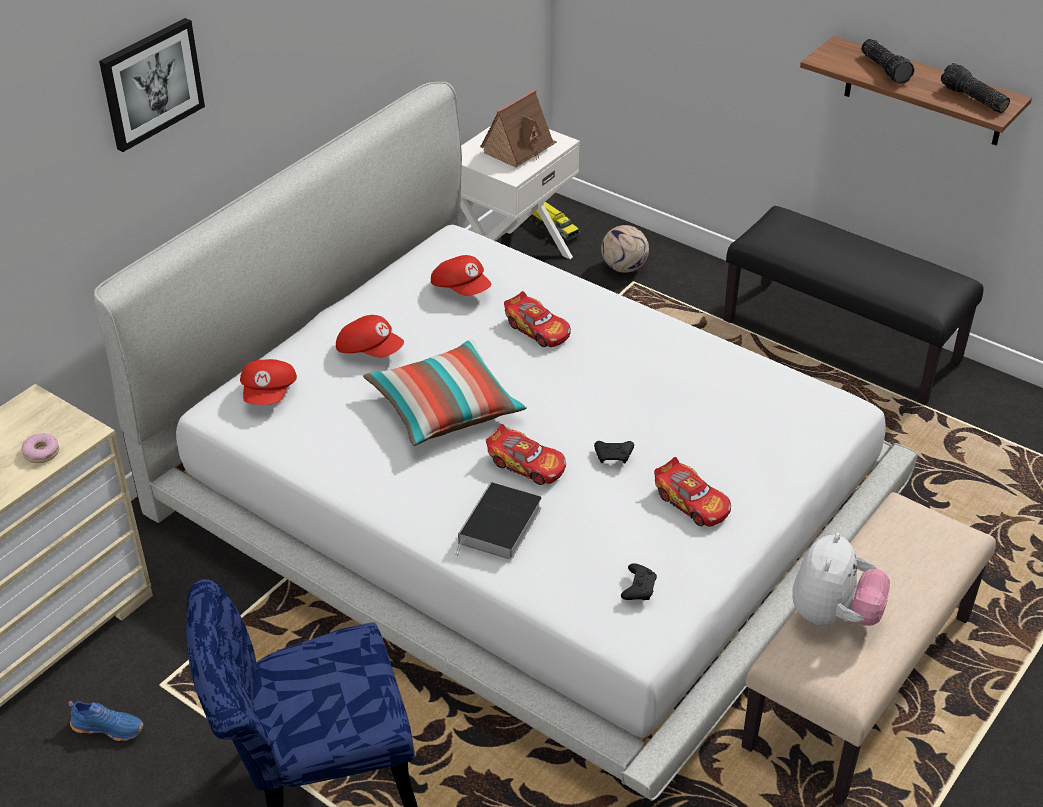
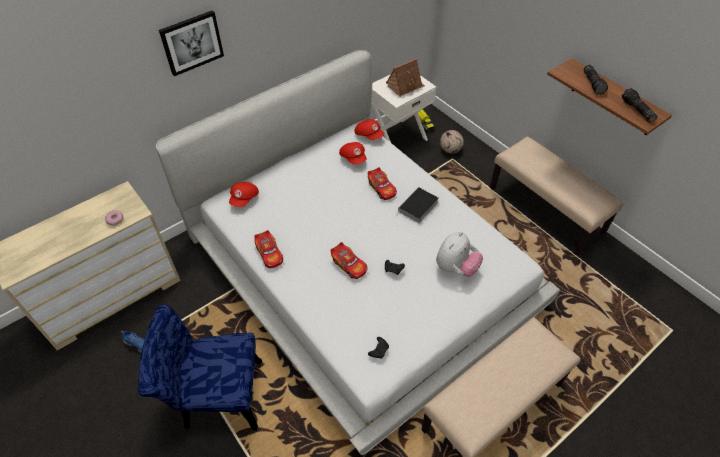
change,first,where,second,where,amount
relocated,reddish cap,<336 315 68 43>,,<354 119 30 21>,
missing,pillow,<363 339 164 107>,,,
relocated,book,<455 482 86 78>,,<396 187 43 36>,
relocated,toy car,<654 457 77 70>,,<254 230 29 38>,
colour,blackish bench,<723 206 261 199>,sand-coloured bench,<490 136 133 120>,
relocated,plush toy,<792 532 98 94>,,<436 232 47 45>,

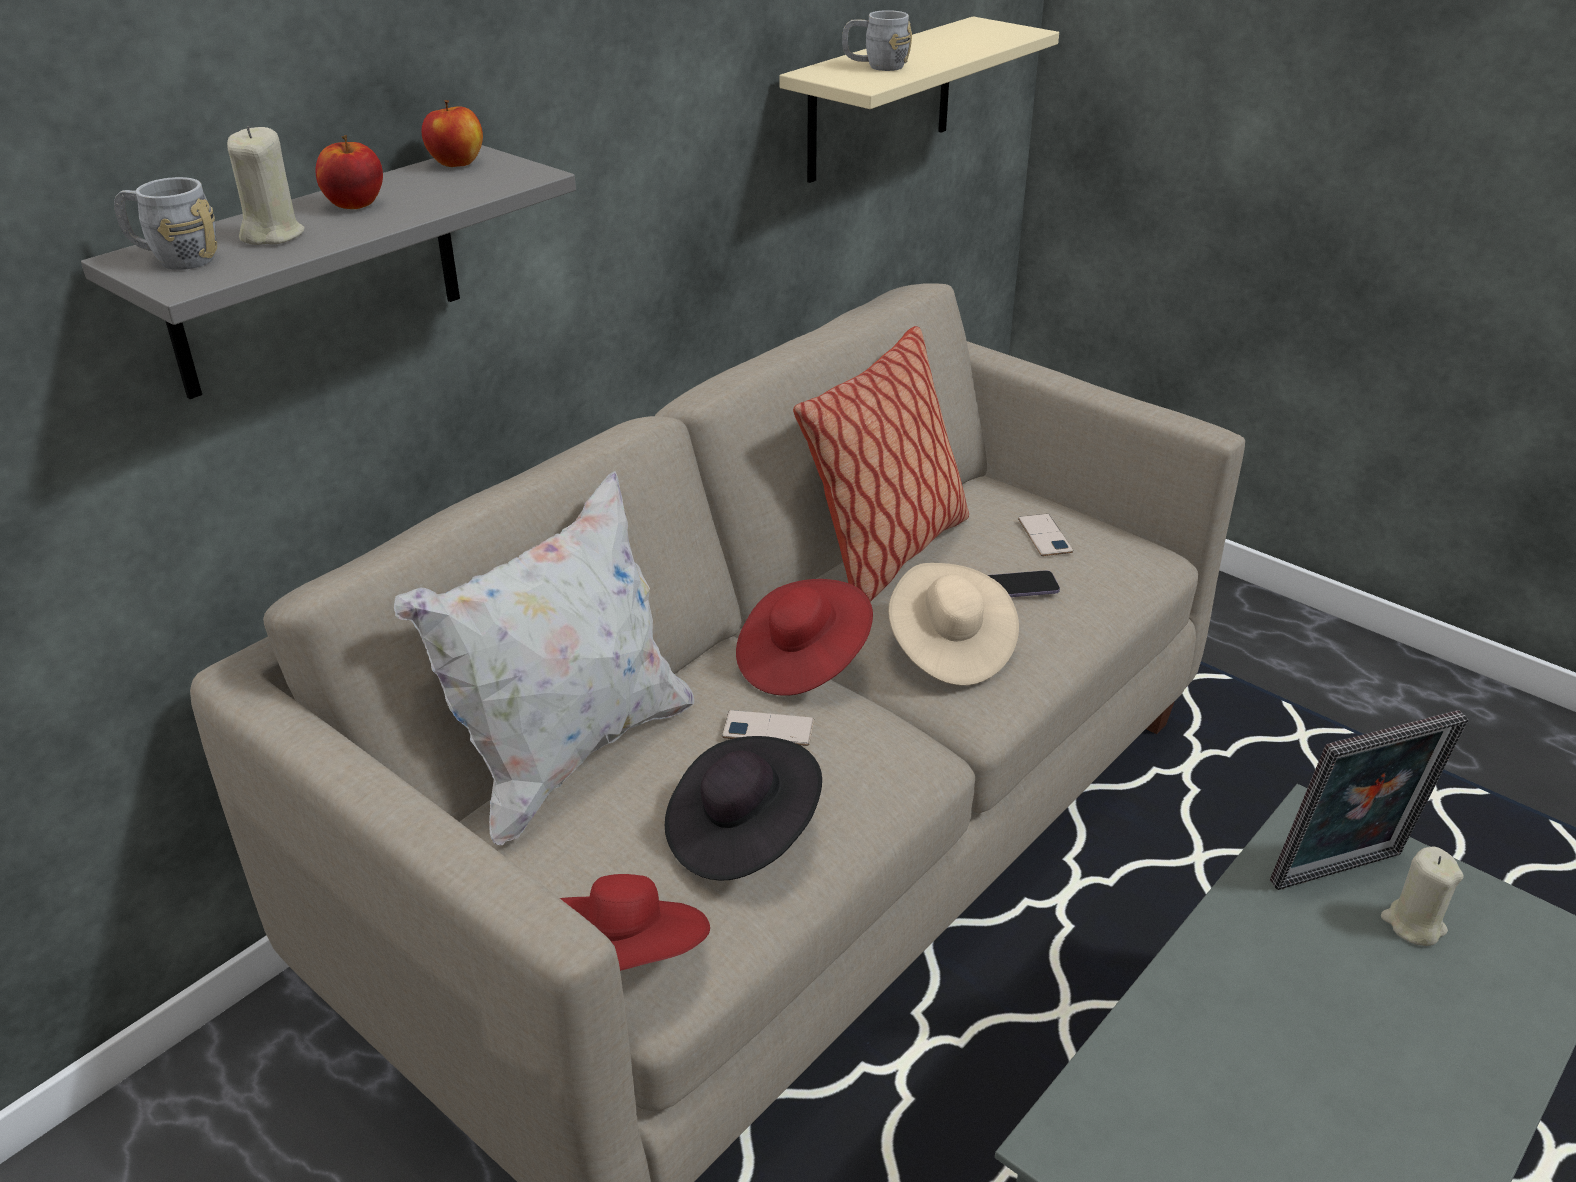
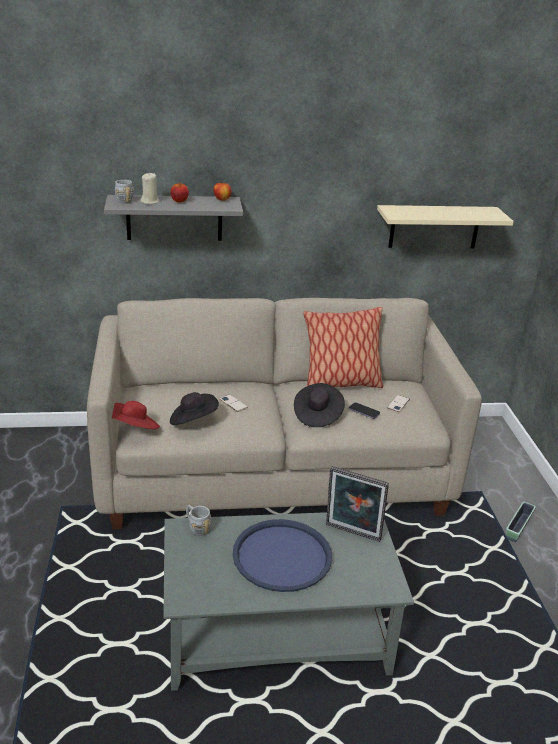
change,first,where,second,where,amount
missing,white pillow,<394 471 300 374>,,,
missing,reddish hat,<736 579 137 117>,,,
relocated,grey tea mug,<842 10 70 61>,,<186 505 25 31>,
colour,sand-coloured hat,<888 563 131 123>,blackish hat,<294 383 51 44>,
missing,sand-coloured candle,<1381 847 83 99>,,,
appeared,,,blue carrying tray,<233 519 99 73>,
appeared,,,flower pot,<506 501 30 41>,

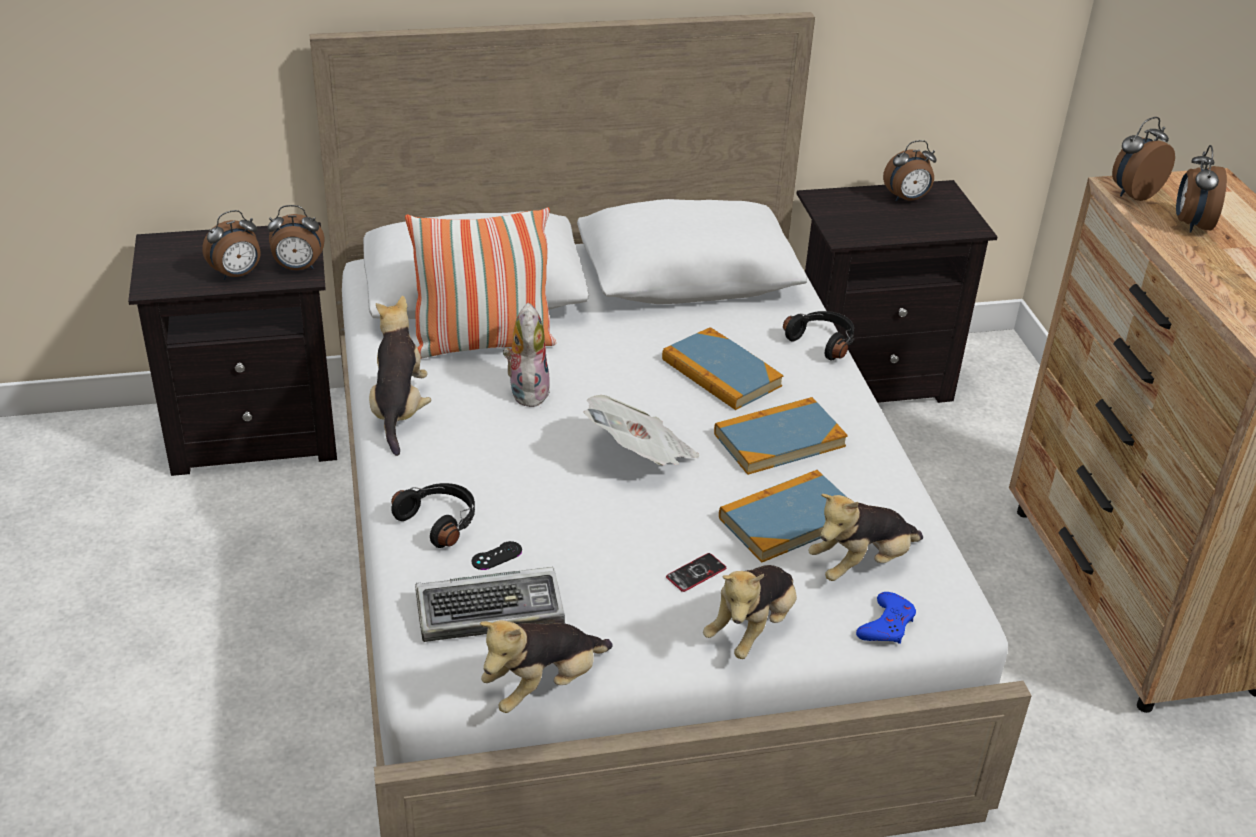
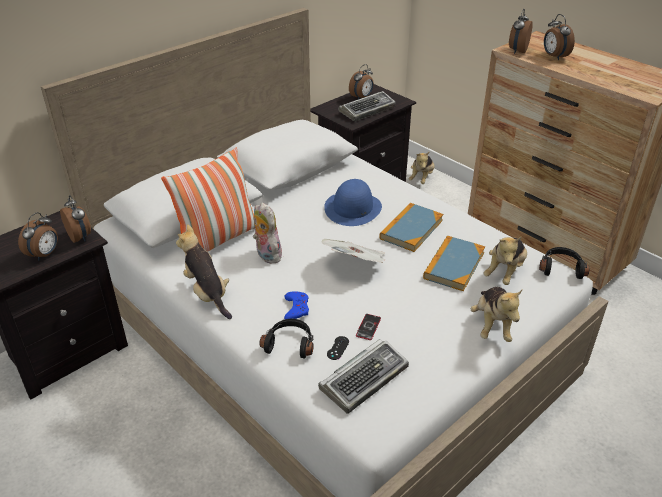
change,first,where,second,where,amount
spun,bedside clock,<268 205 57 65>,,<60 195 31 48>,90 degrees counterclockwise
relocated,plush toy,<480 620 133 93>,,<409 151 26 33>,
exchanged,book,<662 327 122 83>,blue hat,<324 179 58 47>,
relocated,telephone,<666 553 60 39>,,<356 314 25 26>,
relocated,blackish headset,<783 311 71 50>,,<539 247 50 32>,
relocated,blue joypad,<856 592 60 52>,,<284 291 25 28>,
appeared,,,computer keyboard,<339 91 57 30>,

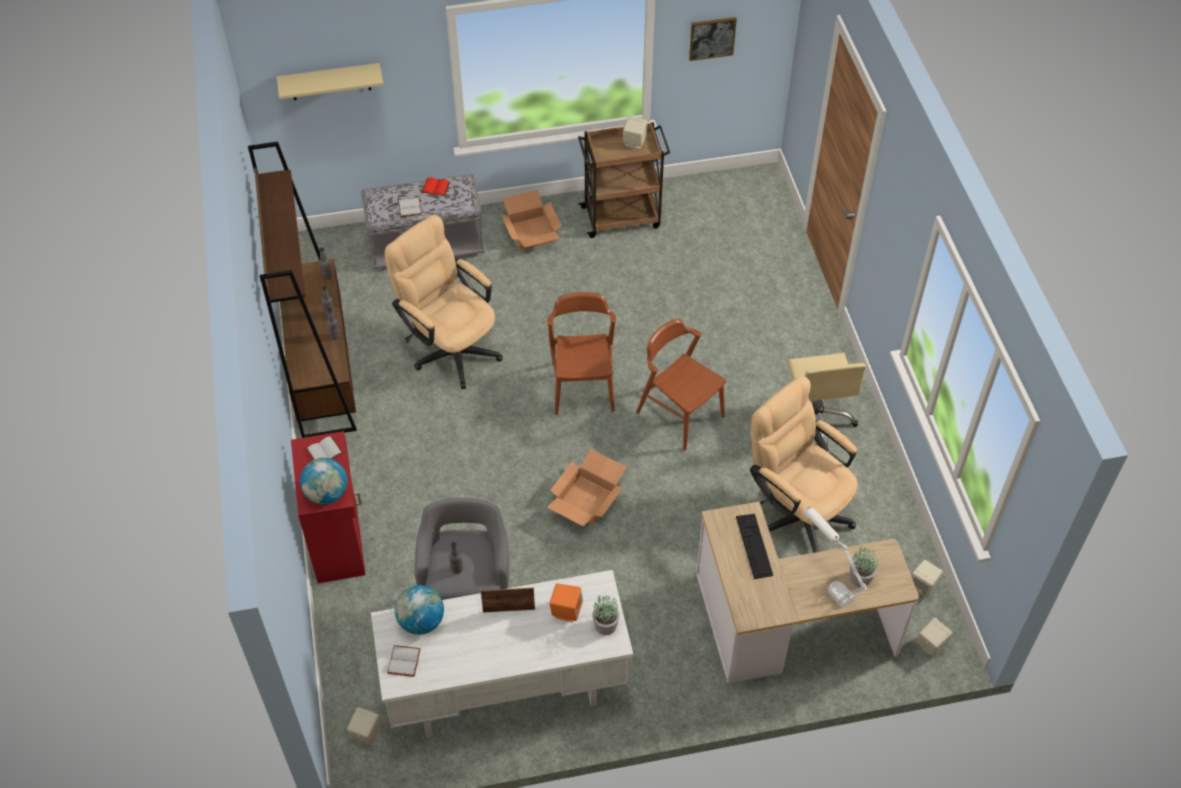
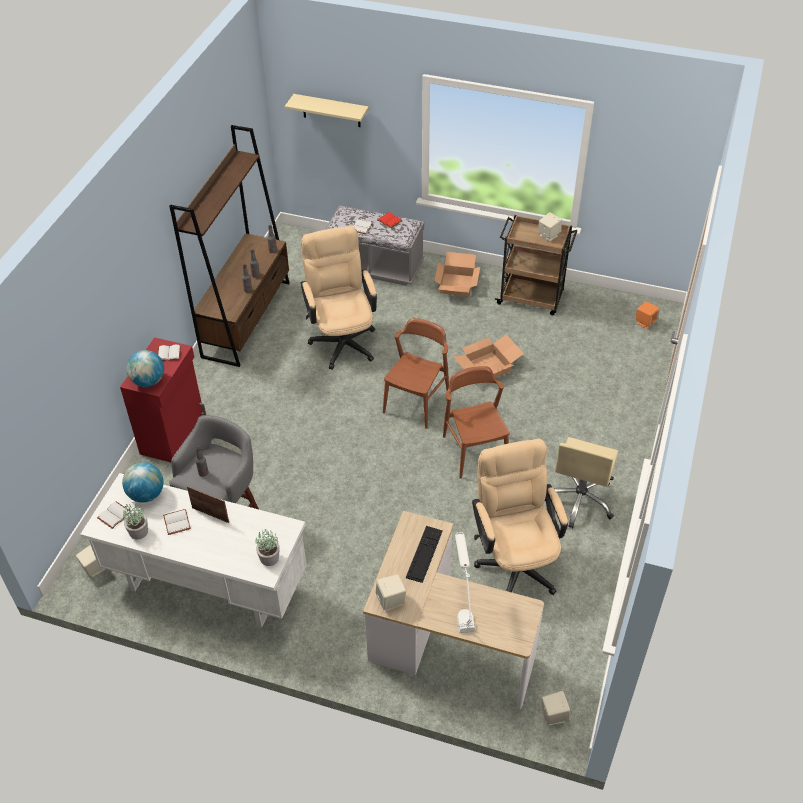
change,first,where,second,where,amount
relocated,cardboard box,<547 449 79 77>,,<453 334 71 44>,
relocated,orange loudspeaker,<549 583 34 39>,,<636 302 24 27>,
missing,wall picture,<689 17 48 44>,,,
relocated,potted plant,<850 546 28 41>,,<123 502 25 37>,
relocated,sand-coloured loudspeaker,<911 560 32 38>,,<376 574 30 37>,
appeared,,,white book,<163 509 28 26>,

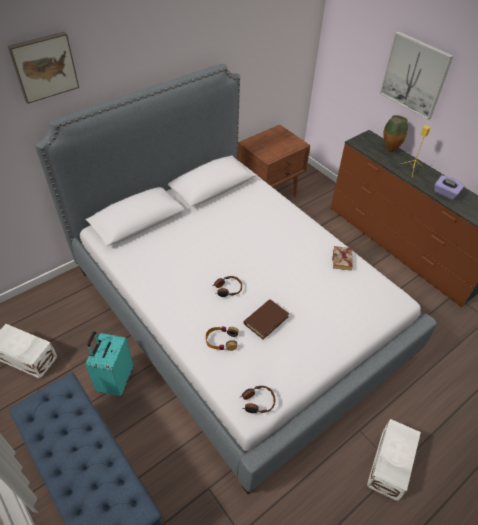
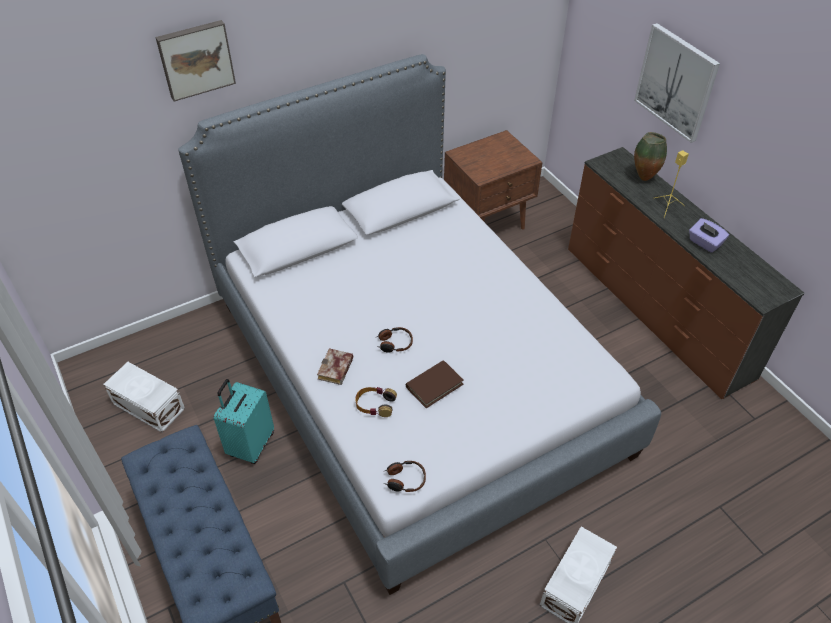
change,first,where,second,where,amount
relocated,book,<332 246 21 24>,,<317 348 36 37>,

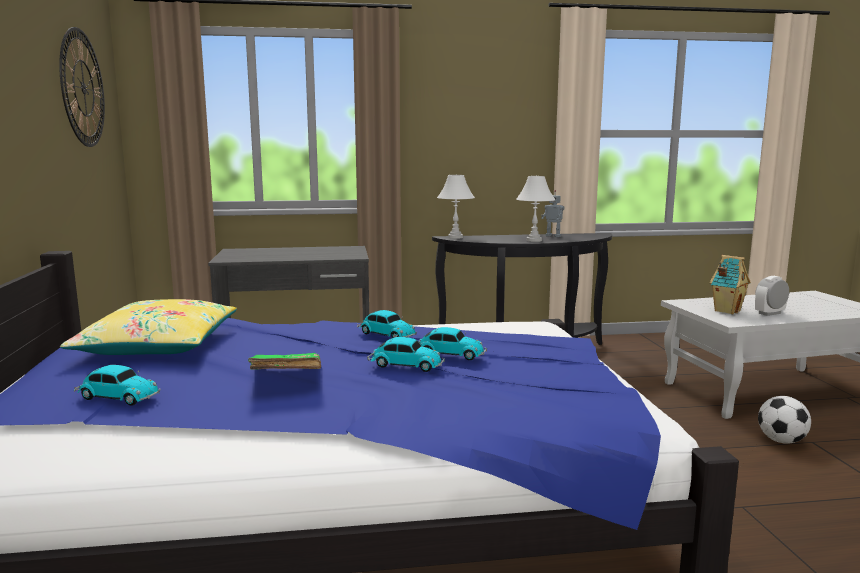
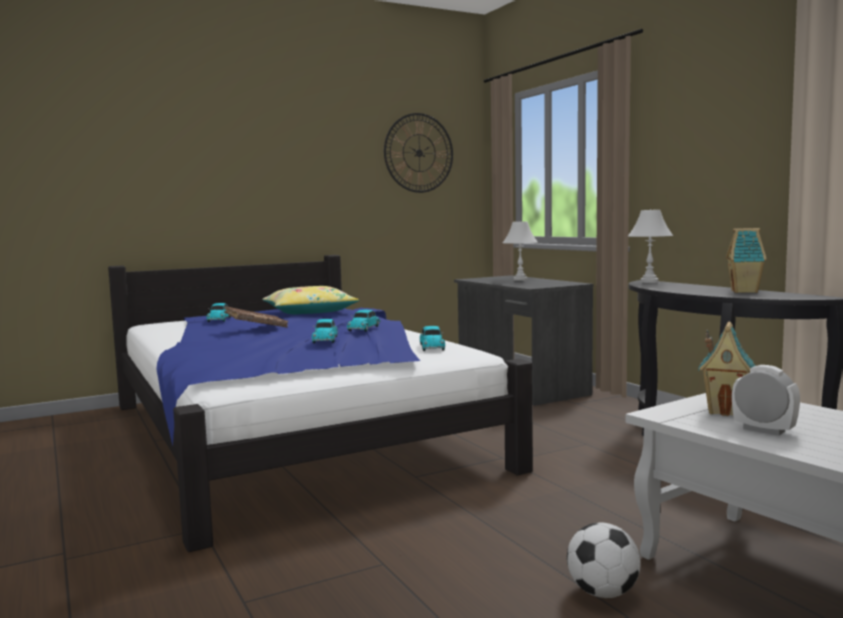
change,first,where,second,where,amount
colour,green-coloured book,<248 353 73 17>,brown book,<224 306 64 22>,
relocated,toy car,<367 337 78 35>,,<420 326 25 25>,
relocated,white tabletop lamp,<516 176 39 66>,,<503 221 35 60>,
exchanged,model robot,<541 190 23 47>,toy house,<726 228 41 65>,

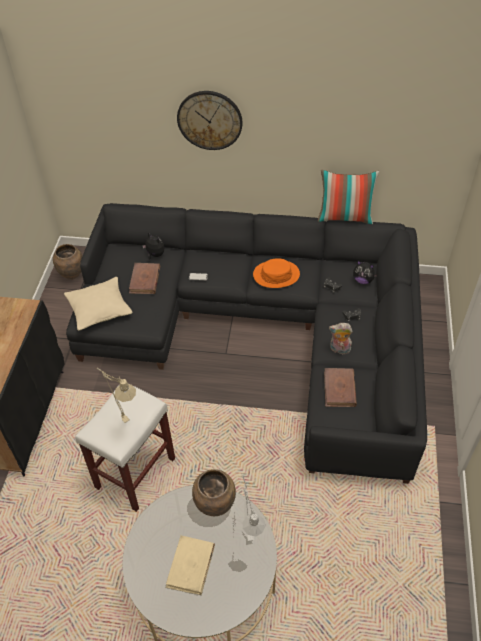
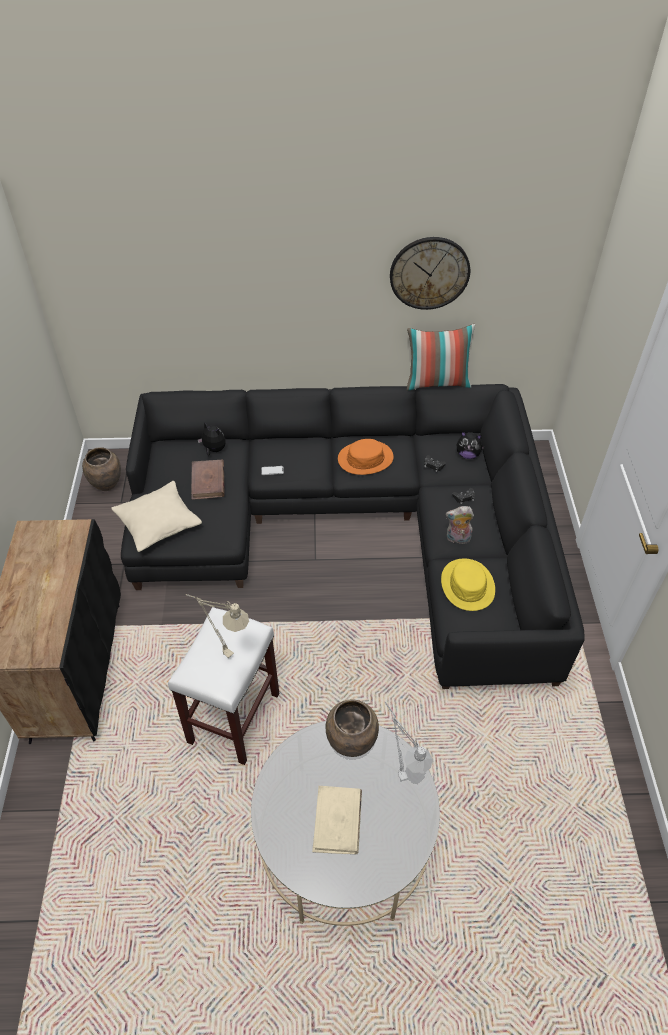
change,first,where,second,where,amount
relocated,clock on the wall,<177 91 65 59>,,<390 237 80 73>,
exchanged,brown book,<324 368 33 39>,yellow hat,<441 559 54 52>,

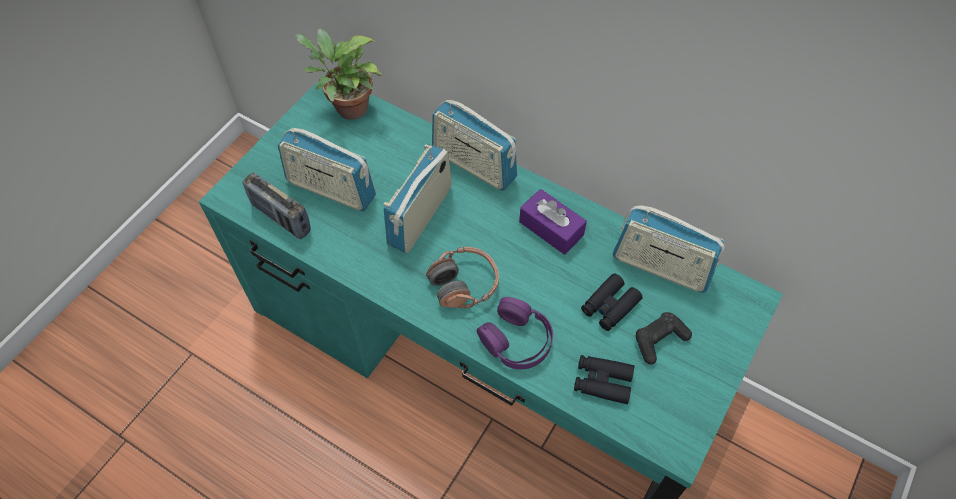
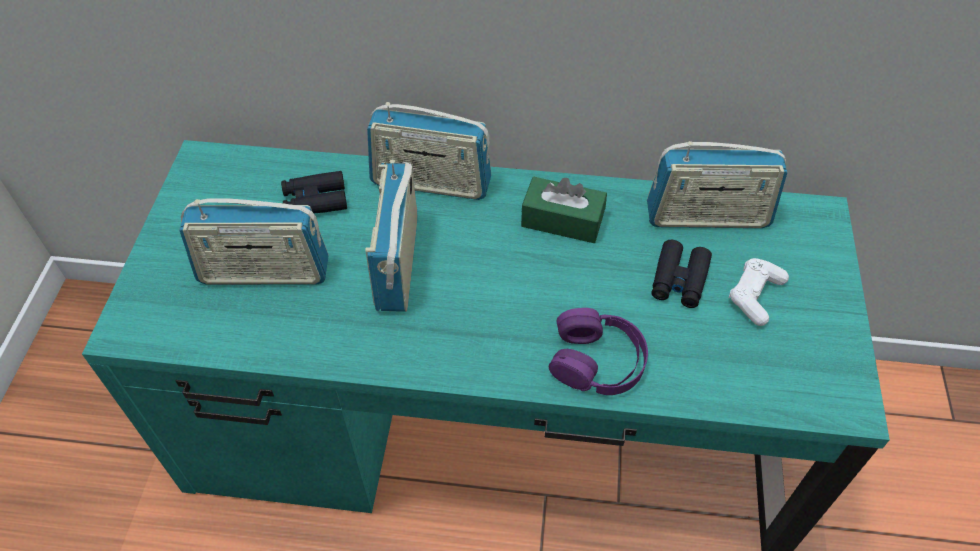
change,first,where,second,where,amount
missing,radio,<243 172 68 67>,,,
missing,potted plant,<295 29 87 91>,,,
missing,headset,<426 247 73 61>,,,
colour,purplish tissue box,<519 189 68 66>,green-coloured tissue box,<521 176 86 67>,
relocated,blackish pair of binoculars,<574 355 60 49>,,<281 171 66 42>,
colour,blackish joypad,<636 312 56 53>,white joypad,<729 258 60 68>,

